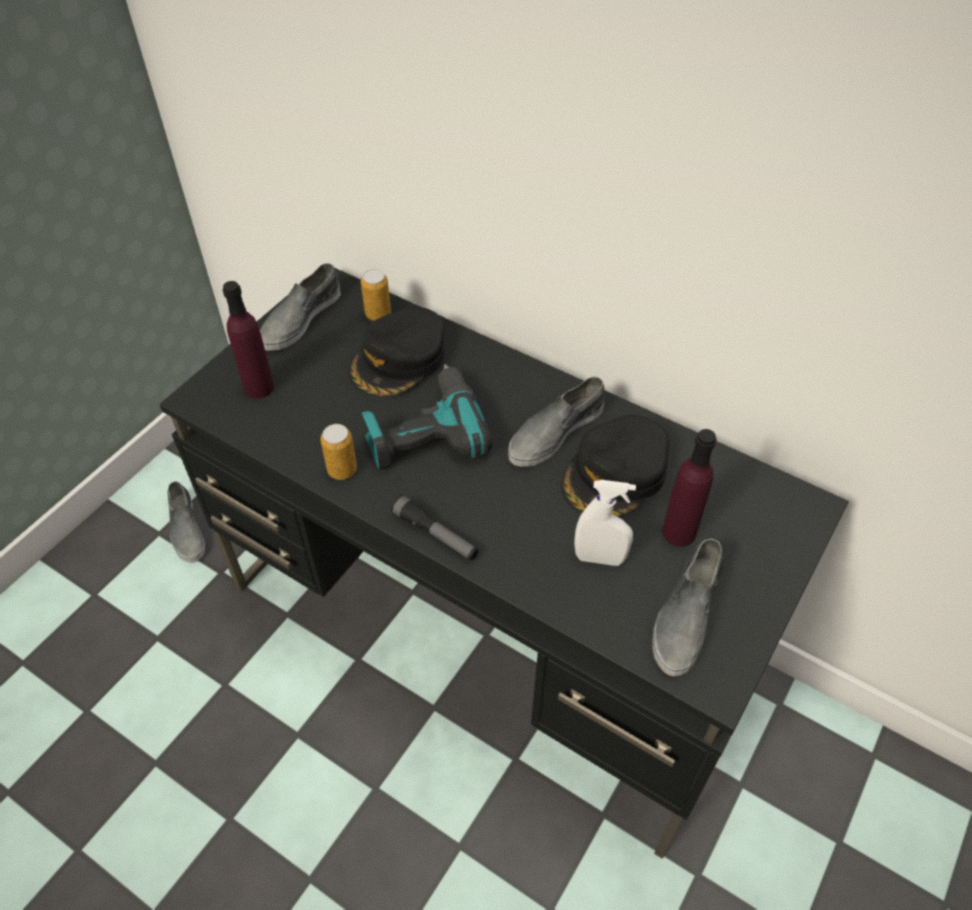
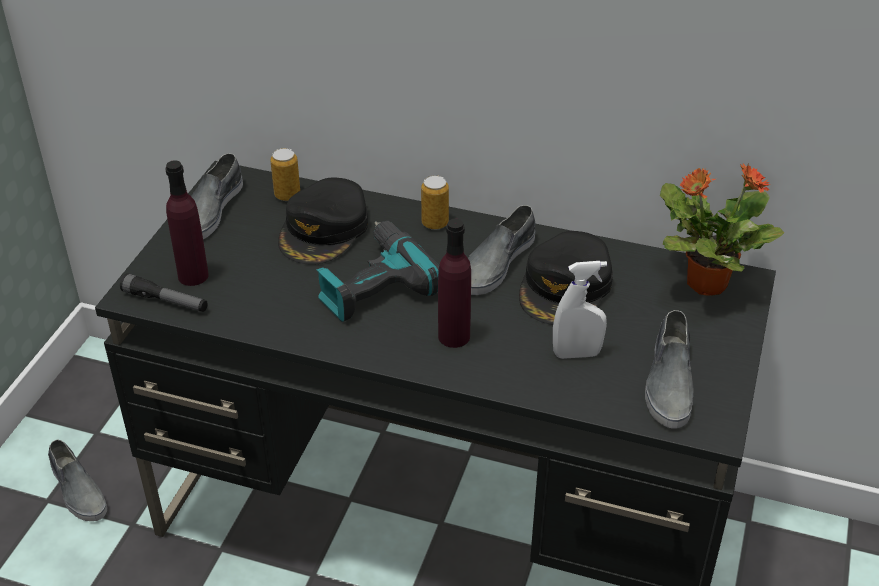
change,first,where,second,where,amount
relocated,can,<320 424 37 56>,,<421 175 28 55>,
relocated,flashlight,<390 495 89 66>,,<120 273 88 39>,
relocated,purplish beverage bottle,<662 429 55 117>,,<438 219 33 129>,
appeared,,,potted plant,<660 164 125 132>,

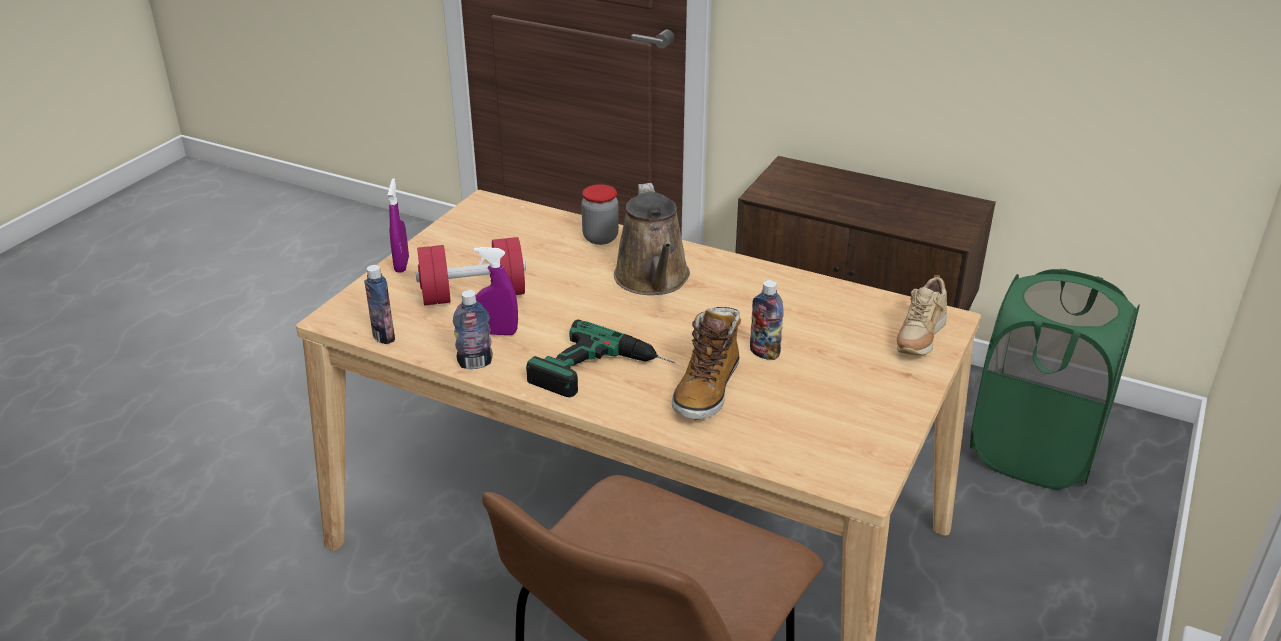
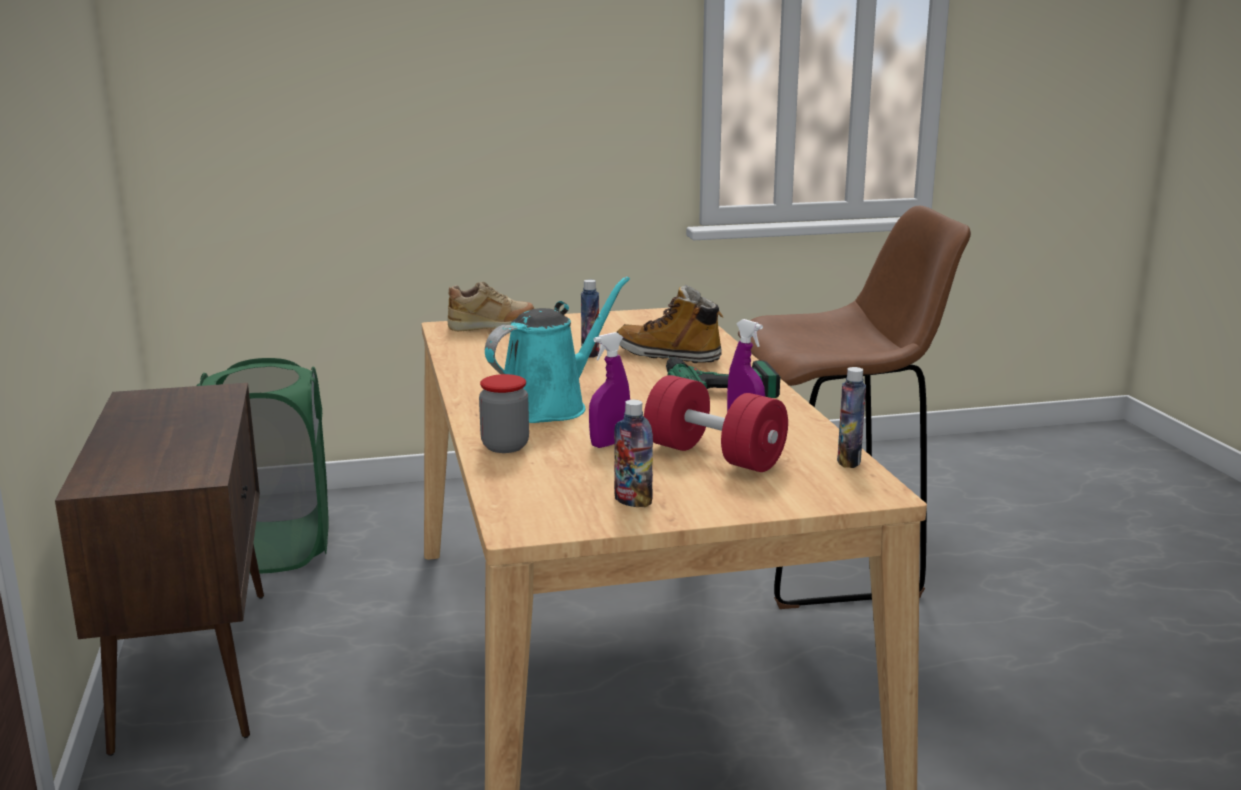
change,first,where,second,where,amount
relocated,purplish sprayer,<388 178 21 95>,,<589 332 41 116>,
relocated,beverage bottle,<453 290 40 79>,,<614 400 39 107>,
colour,brown watering pot,<614 183 76 112>,turquoise watering pot,<485 276 145 147>,
spun,tall boot,<672 307 69 113>,,<616 285 107 78>,135 degrees counterclockwise

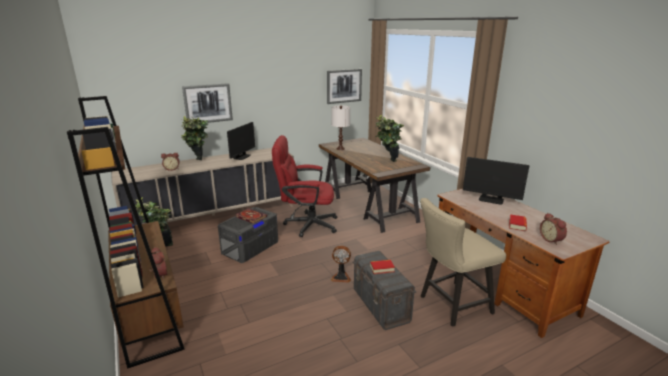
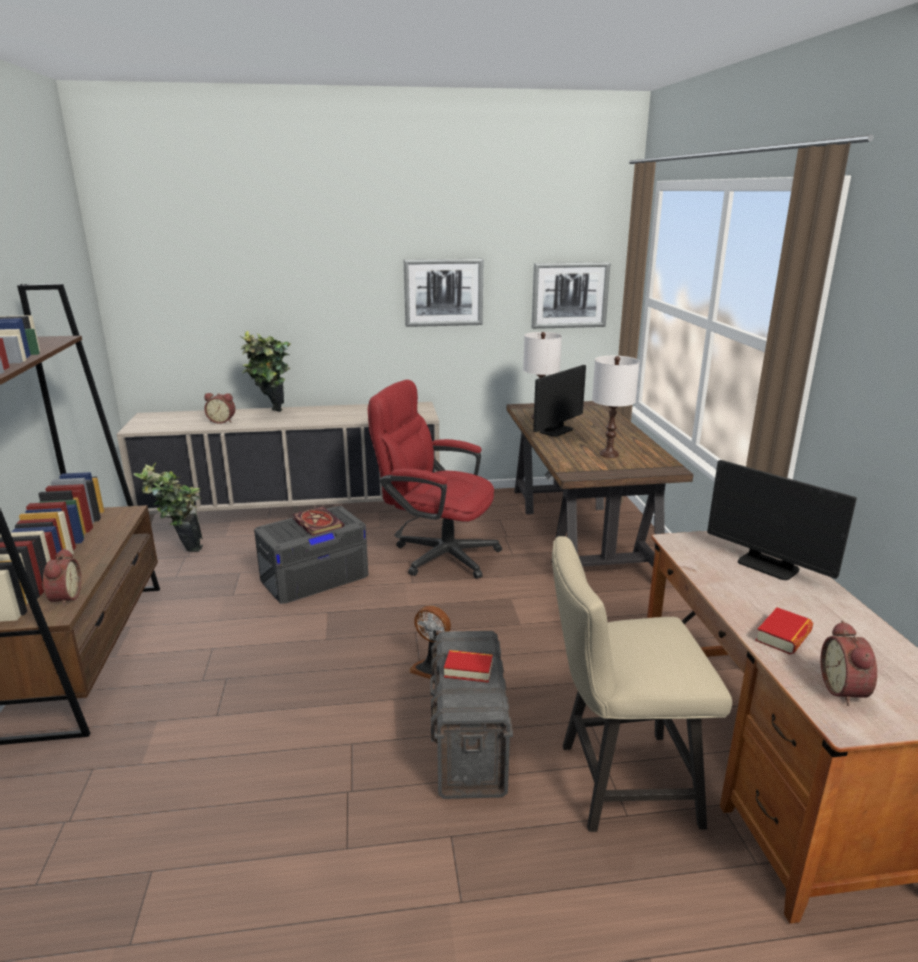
change,first,where,second,where,amount
relocated,wall picture,<182 83 51 40>,,<404 259 79 68>,
relocated,monitor,<227 122 28 38>,,<533 365 53 72>,
exchanged,potted plant,<375 115 29 47>,white tabletop lamp,<592 356 48 102>,

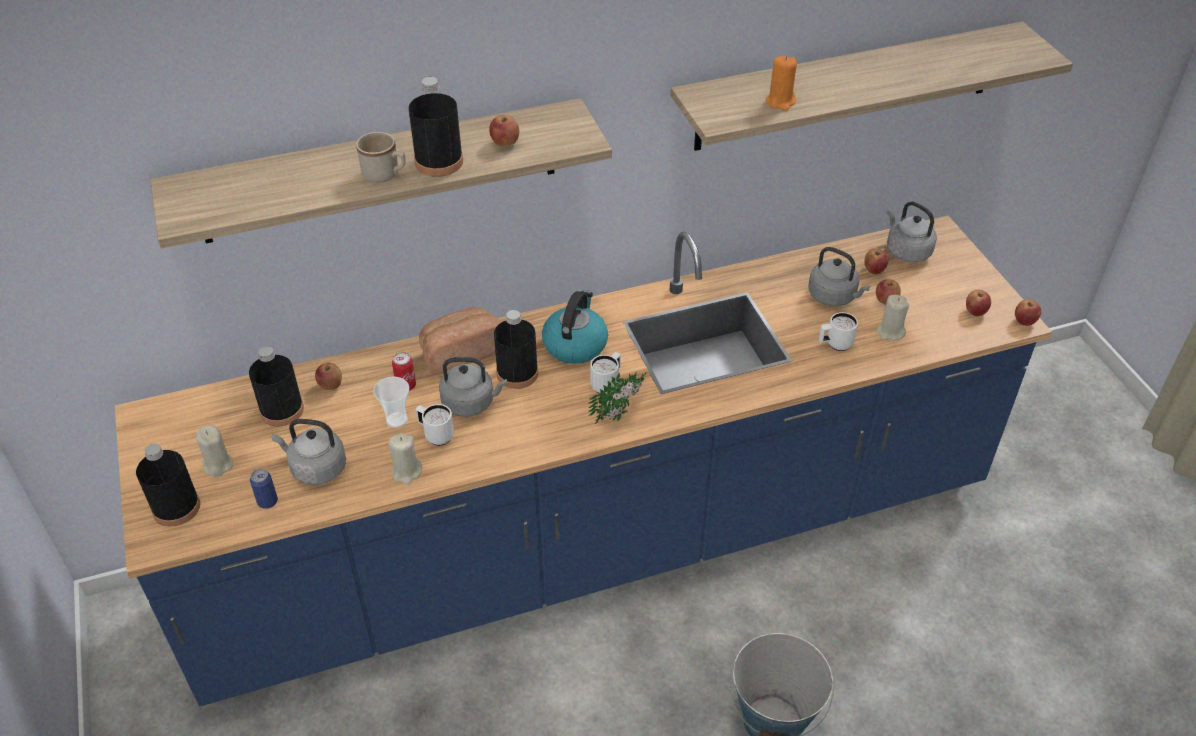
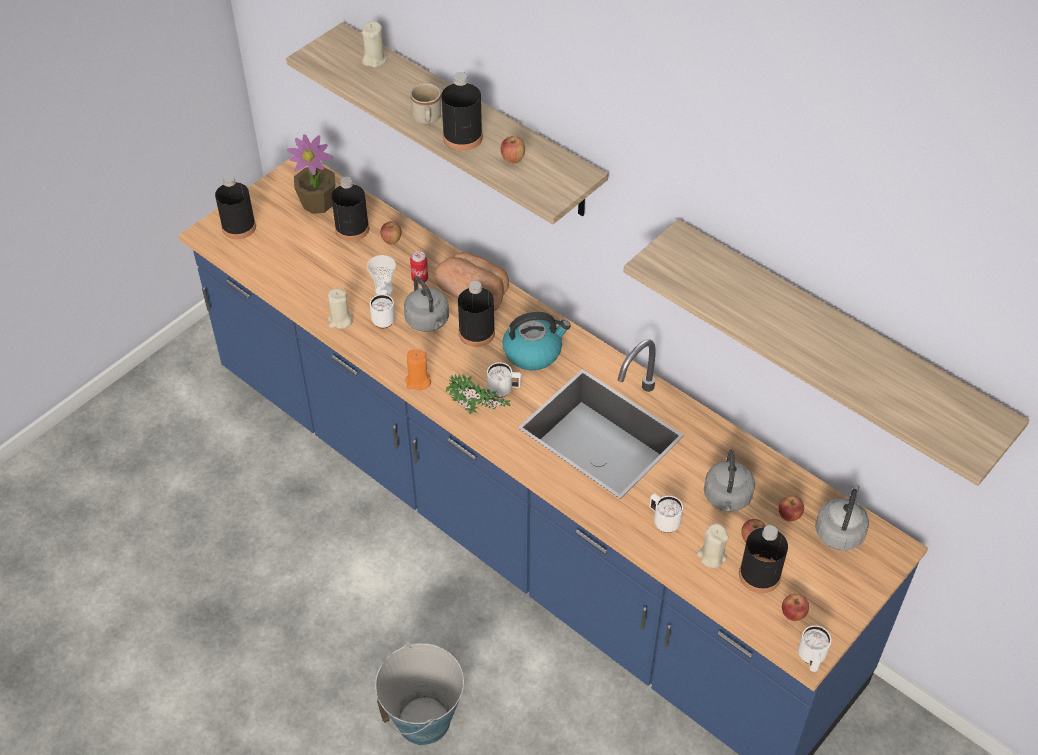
change,first,where,second,where,amount
relocated,sand-coloured candle,<196 425 37 52>,,<361 21 26 47>,
missing,can,<250 468 28 41>,,,
missing,grey water kettle,<272 419 74 66>,,,
relocated,orange candle,<766 55 31 56>,,<405 349 26 41>,
exchanged,whole apple,<1015 299 26 27>,white tea mug,<798 625 33 47>,
appeared,,,potted plant,<287 134 48 80>,
appeared,,,blackish beverage bottle,<739 525 49 68>,

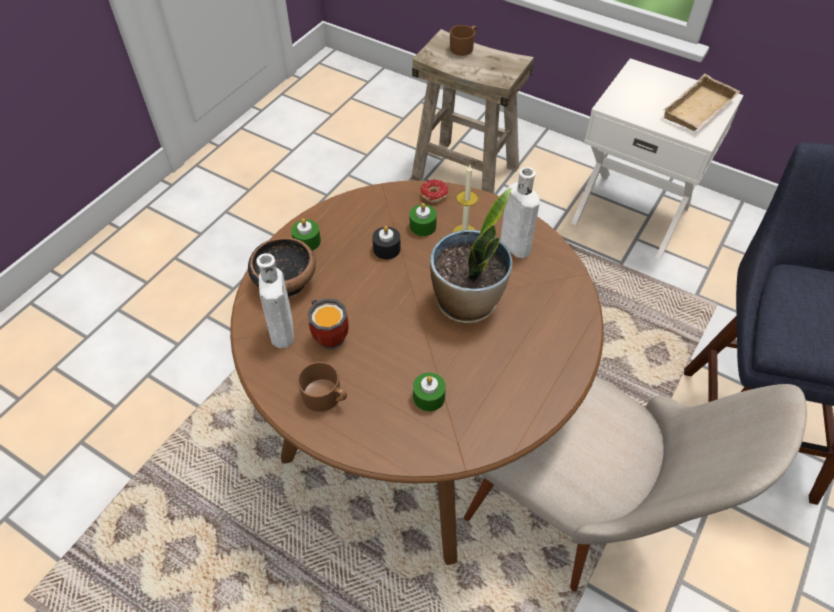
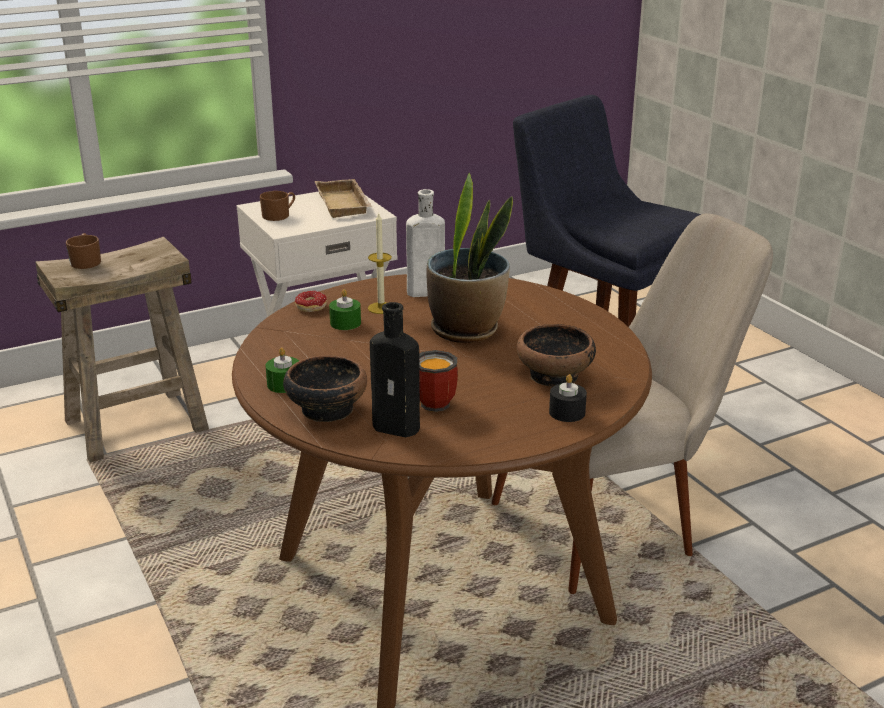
change,first,where,second,where,amount
colour,white beverage bottle,<256 253 38 95>,blackish beverage bottle,<370 302 50 135>,
relocated,brown tea mug,<297 362 50 50>,,<260 191 35 30>,
relocated,blackish candle,<372 226 29 33>,,<549 374 38 48>,
exchanged,green-coloured candle,<413 372 33 39>,serving bowl,<517 324 79 63>,

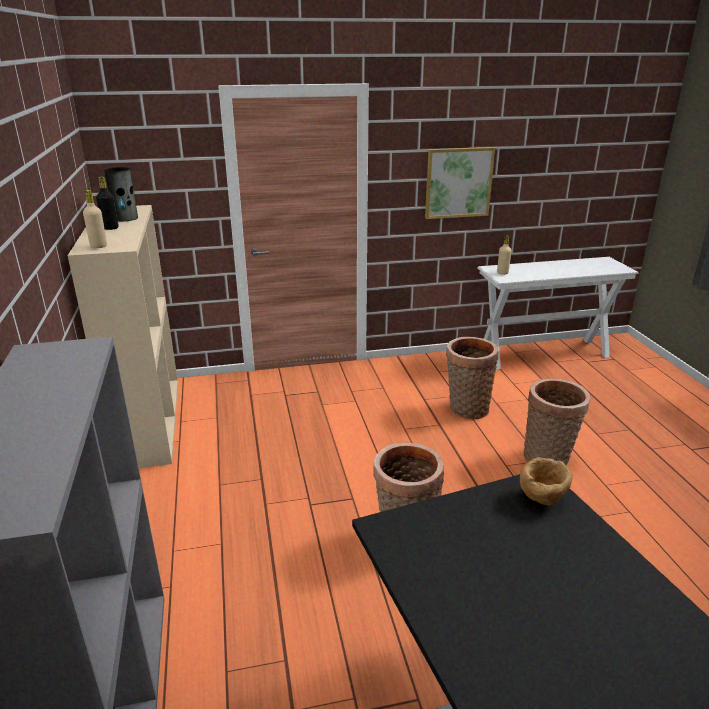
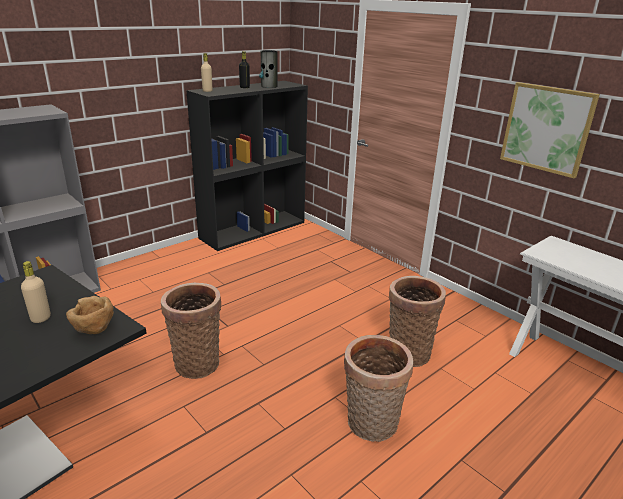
change,first,where,second,where,amount
colour,sand-coloured shelving unit,<68 205 110 263>,blackish shelving unit,<186 81 122 170>,
relocated,sand-coloured beverage bottle,<497 235 15 40>,,<21 261 30 62>,

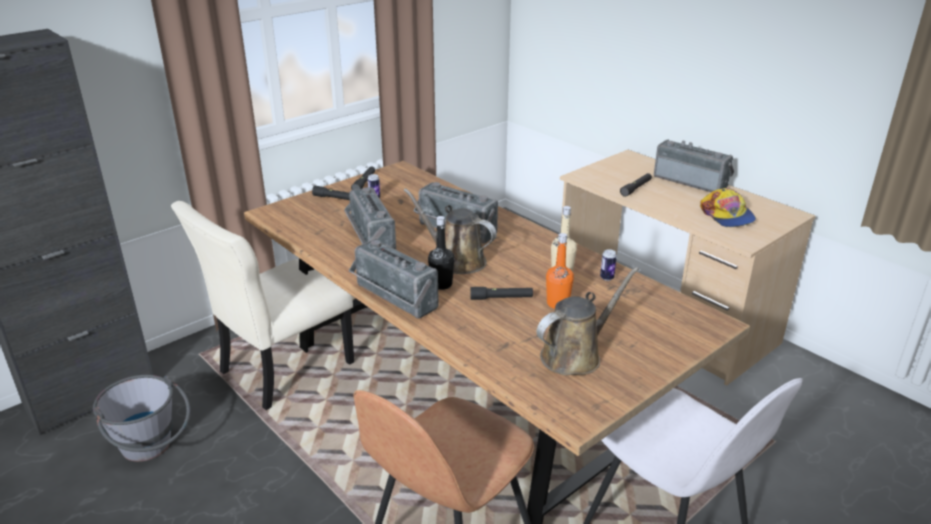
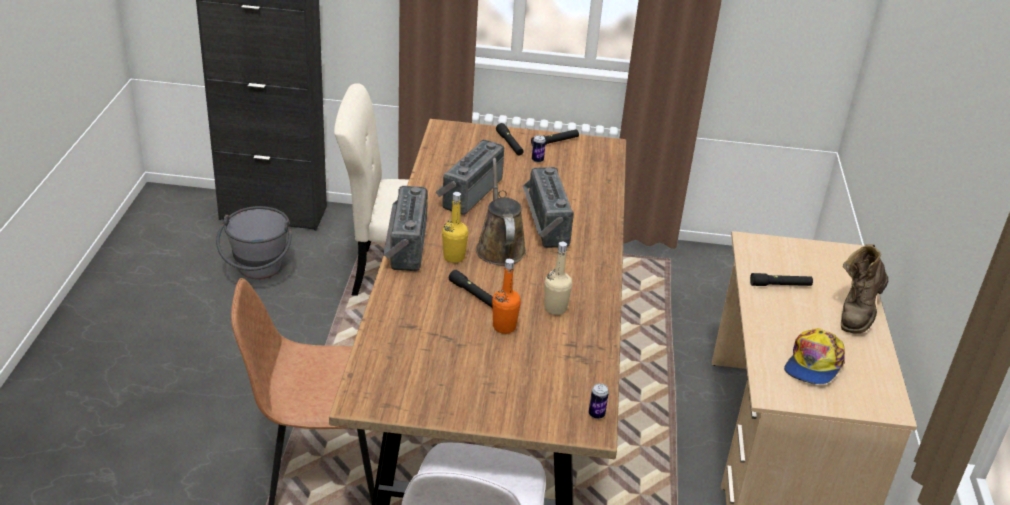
change,first,where,second,where,amount
colour,blackish beverage bottle,<428 216 26 74>,yellow beverage bottle,<442 192 26 71>,
missing,brown watering pot,<536 267 103 108>,,,
relocated,can,<600 249 17 32>,,<589 383 20 36>,
exchanged,radio,<654 140 80 52>,brown tall boot,<841 244 47 90>,

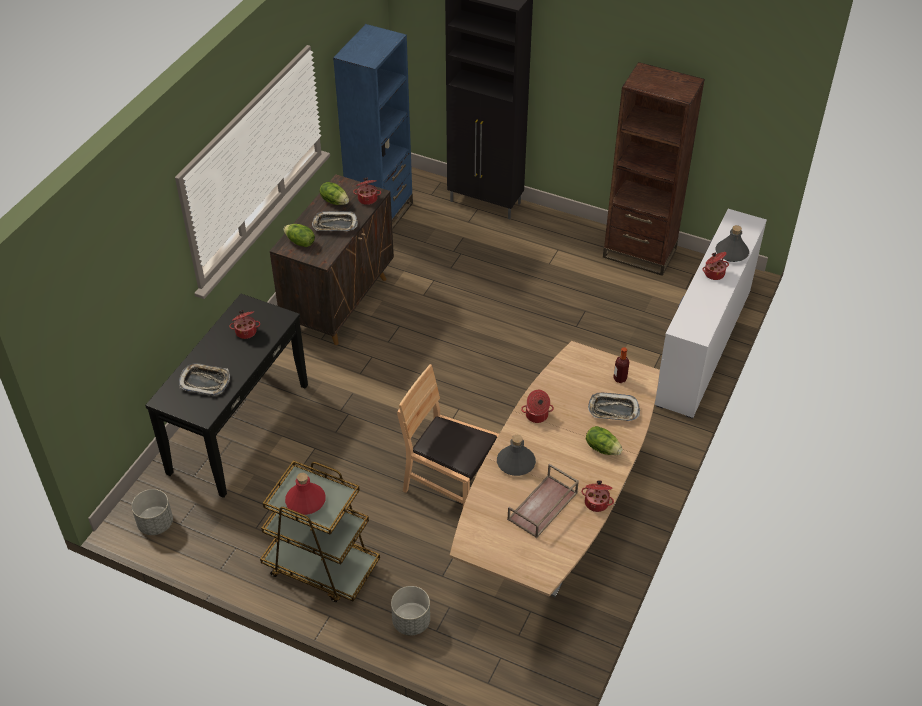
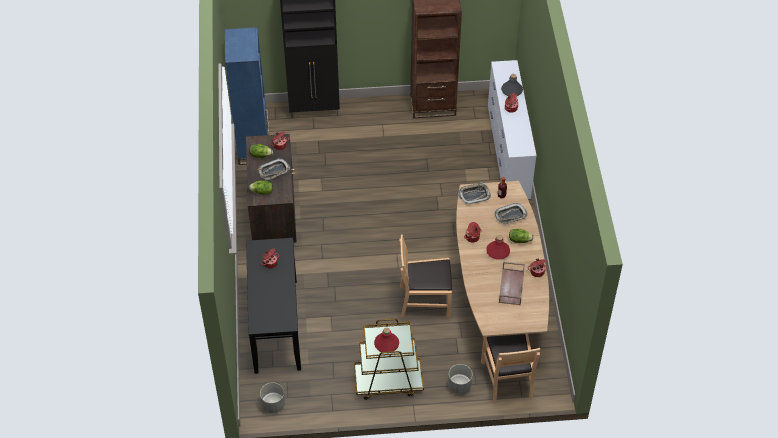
change,first,where,second,where,amount
relocated,carrying tray,<179 363 51 33>,,<458 182 33 22>,
missing,grey beverage bottle,<497 435 39 41>,,,
appeared,,,brown upright chair,<481 334 59 70>,
appeared,,,reddish beverage bottle,<486 235 24 25>,

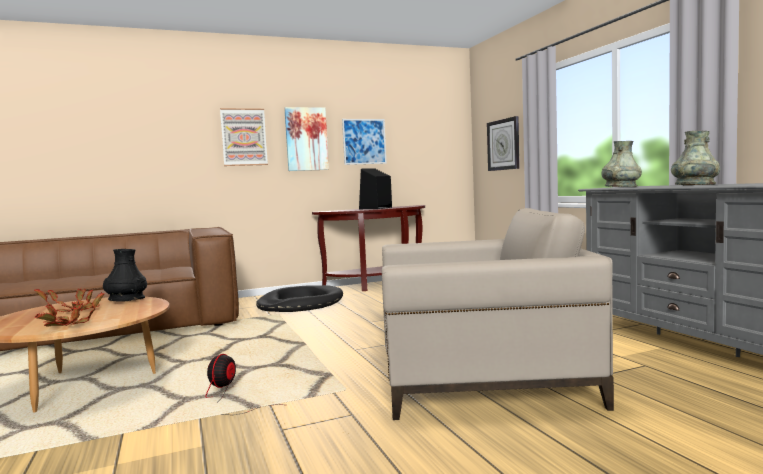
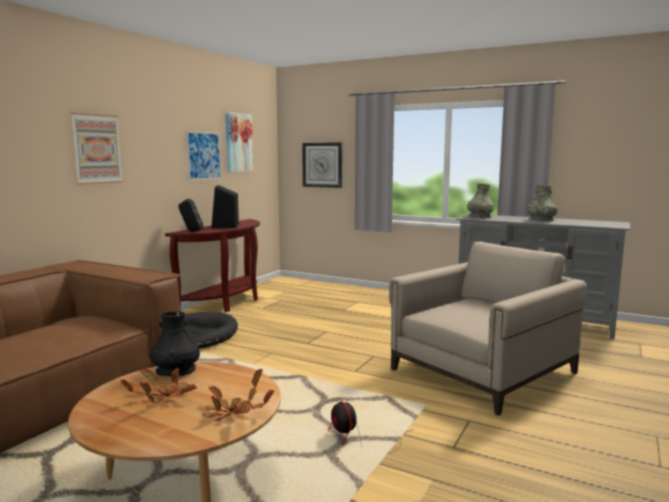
change,first,where,second,where,amount
relocated,wall picture,<284 107 45 64>,,<225 112 29 61>,
appeared,,,blackish loudspeaker,<178 199 25 33>,

